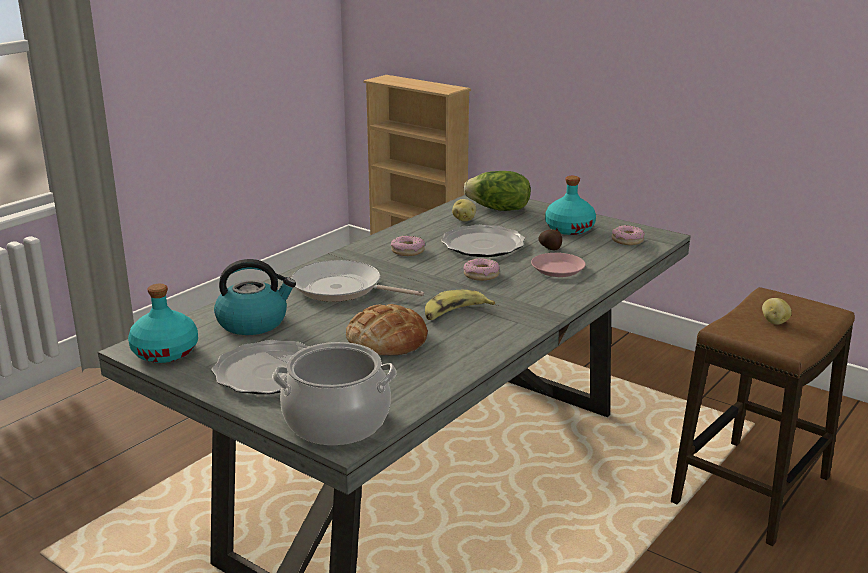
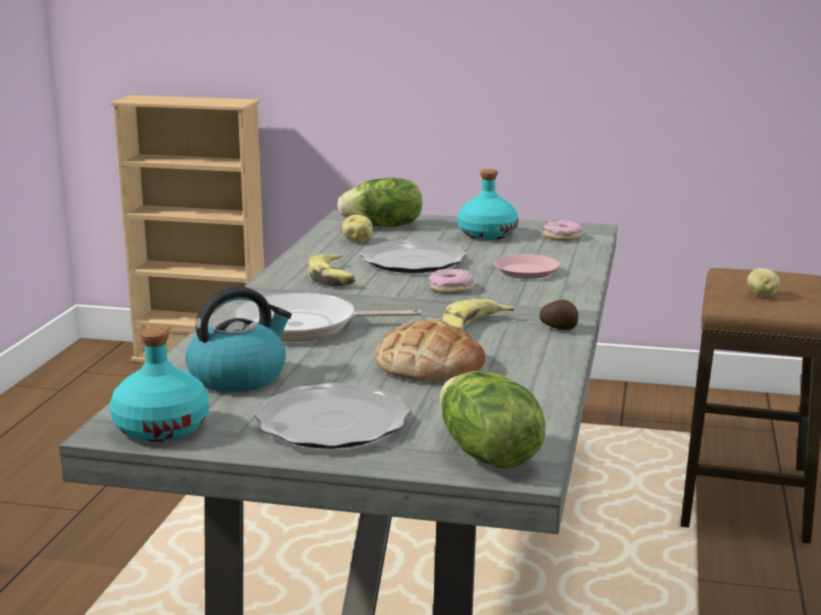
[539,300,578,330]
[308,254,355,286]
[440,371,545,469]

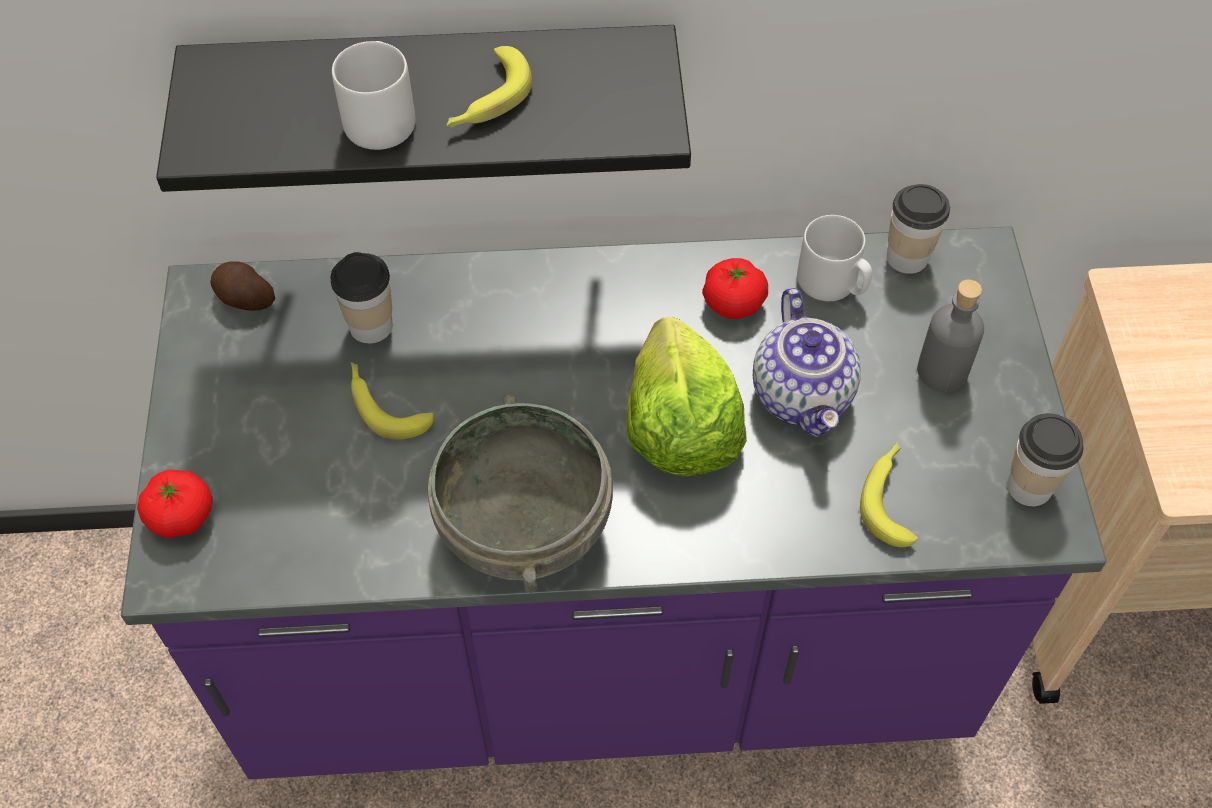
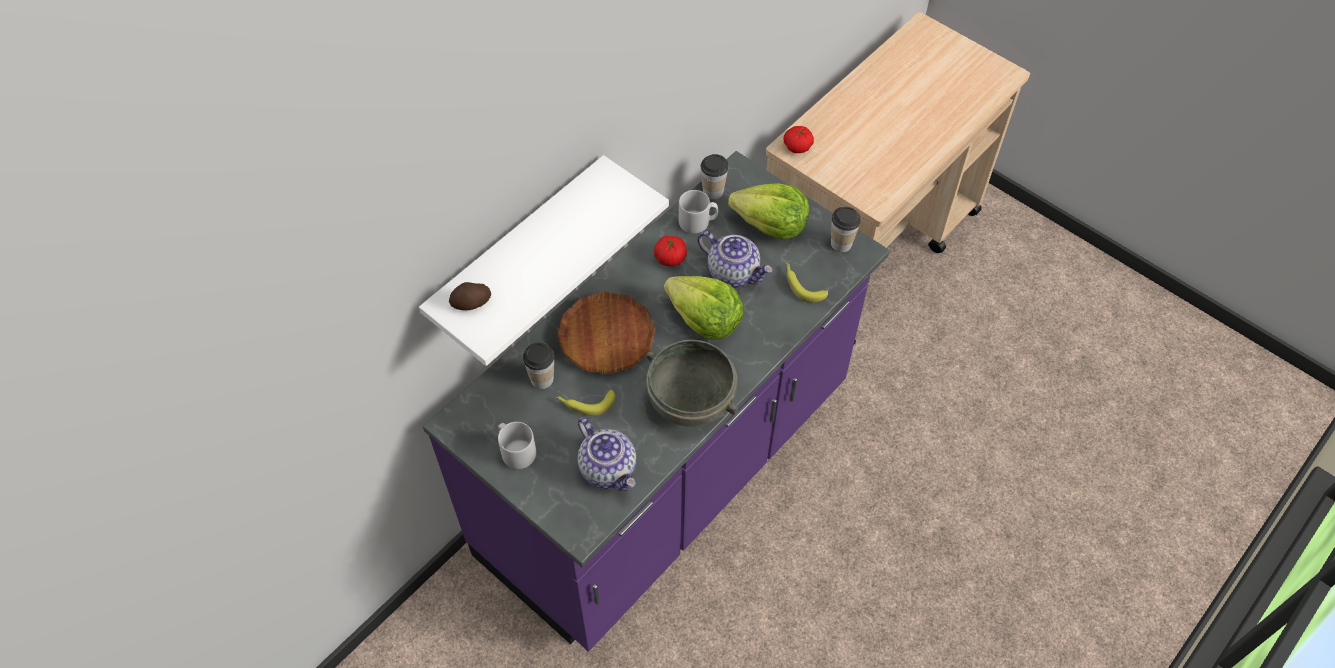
[419,155,669,366]
[498,422,536,469]
[446,46,532,127] (first image)
[449,282,491,310]
[728,183,809,240]
[784,126,814,153]
[557,292,656,374]
[578,417,636,491]

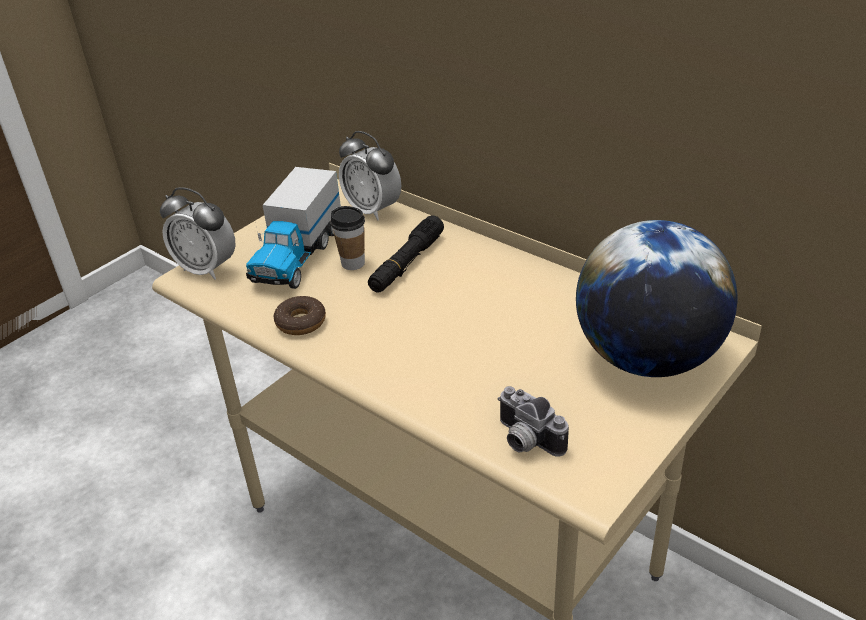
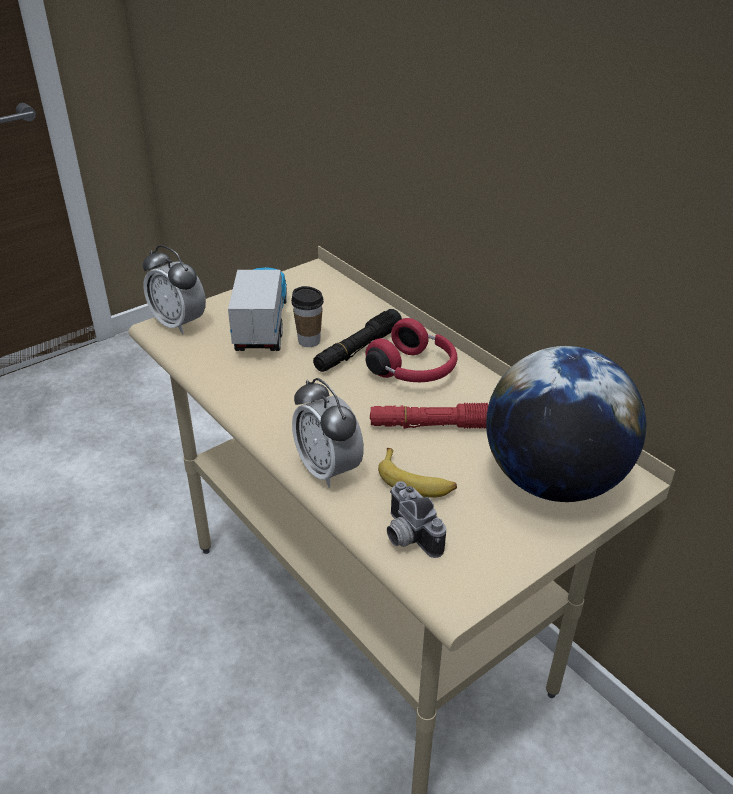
[292,378,364,488]
[228,267,287,351]
[273,296,326,335] (first image)
[365,318,458,382]
[370,403,489,429]
[378,448,457,498]

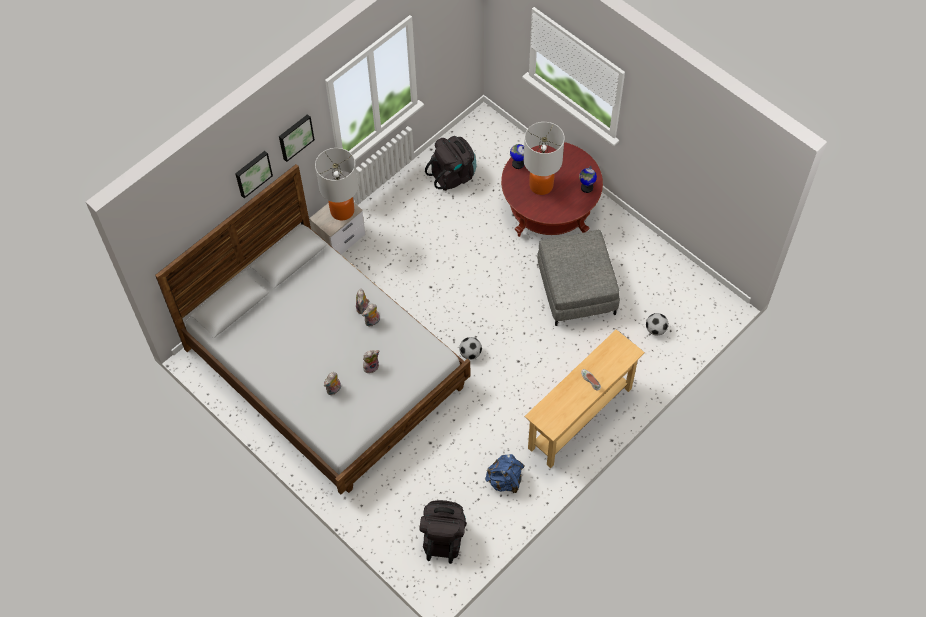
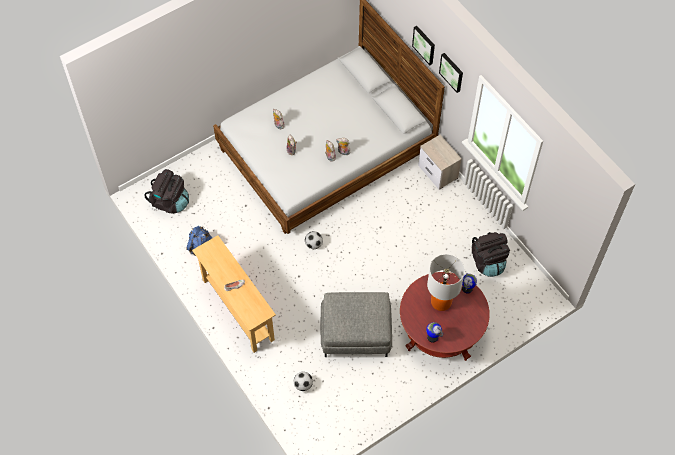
[315,148,358,221] (first image)

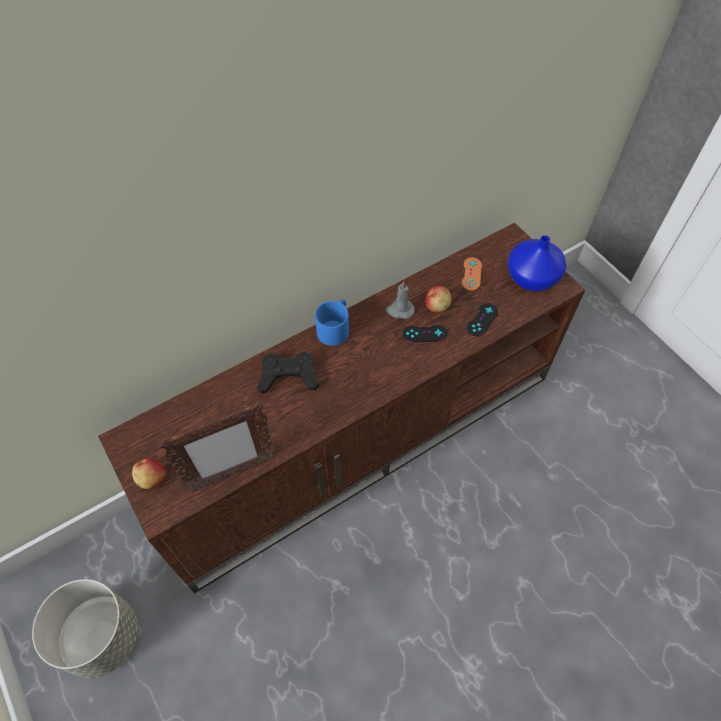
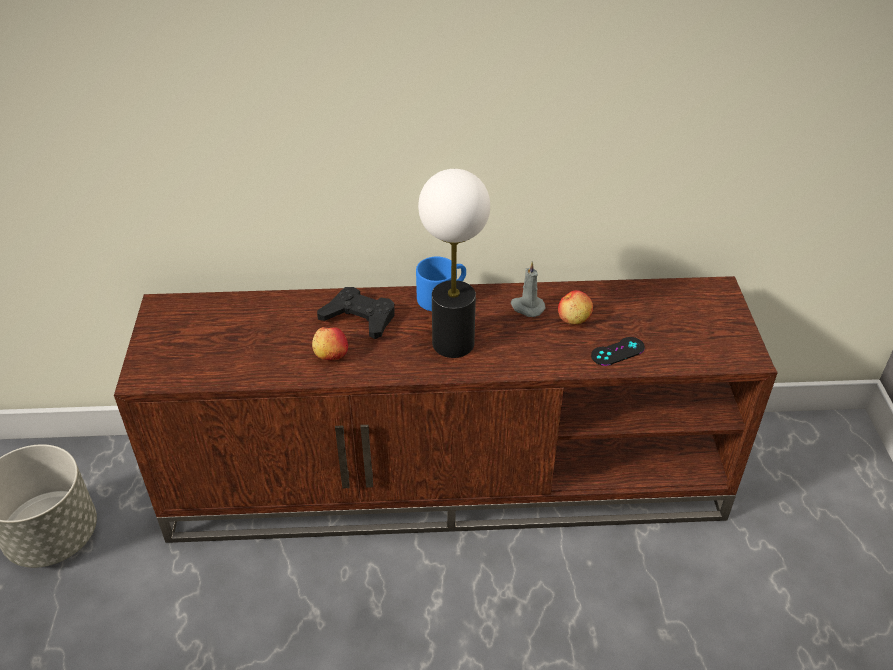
[508,235,566,292] (first image)
[462,258,482,291] (first image)
[403,325,447,342] (first image)
[159,403,276,492] (first image)
[312,327,348,360]
[418,169,490,358]

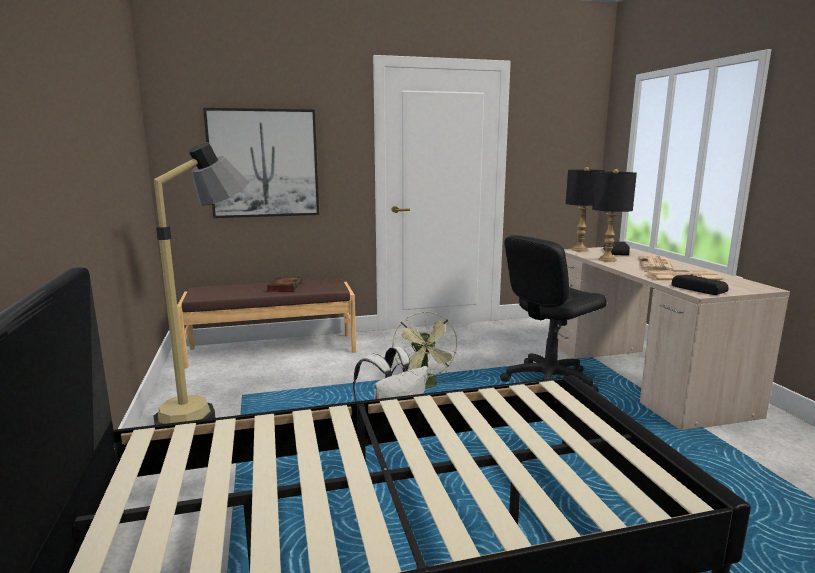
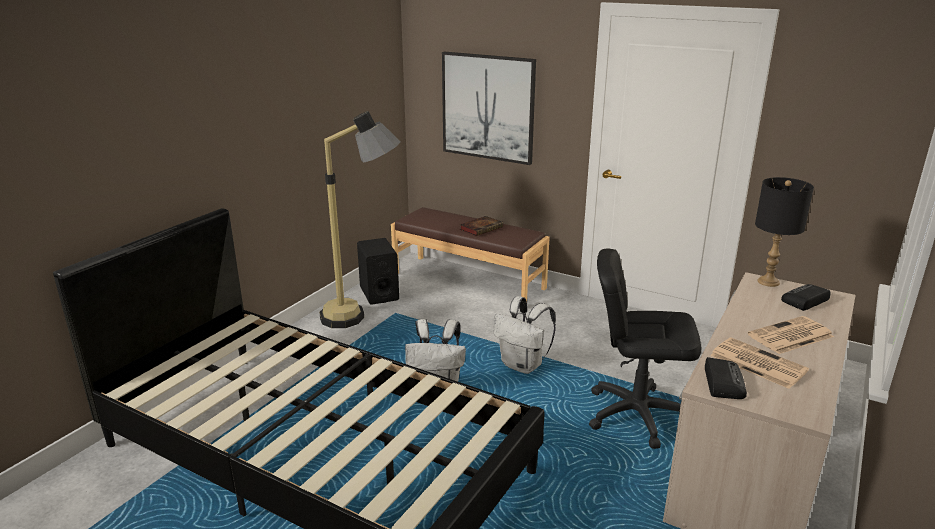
[592,169,637,262] (first image)
[493,296,556,374]
[357,238,399,305]

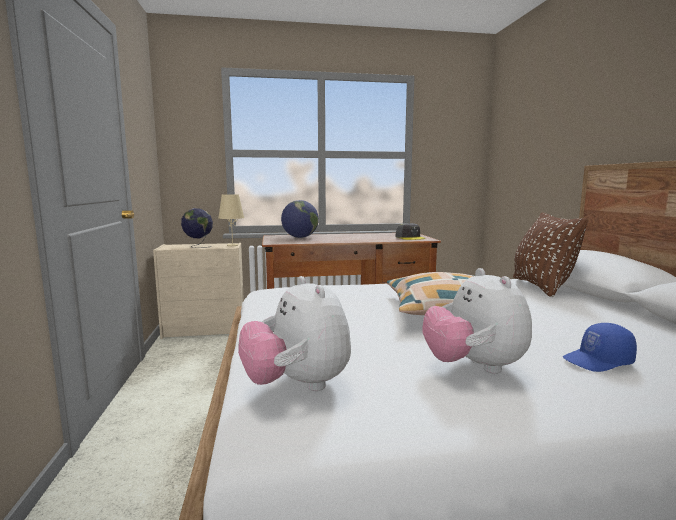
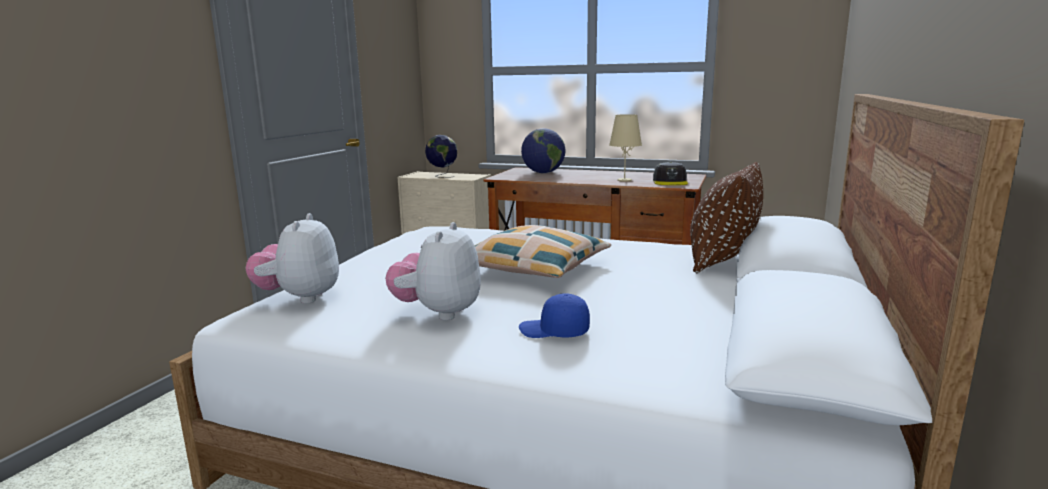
[609,114,642,182]

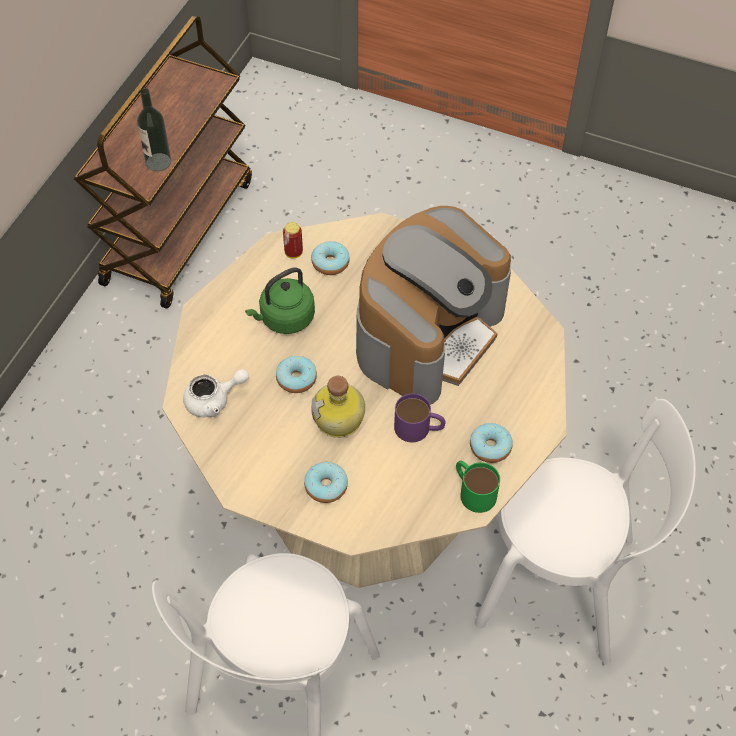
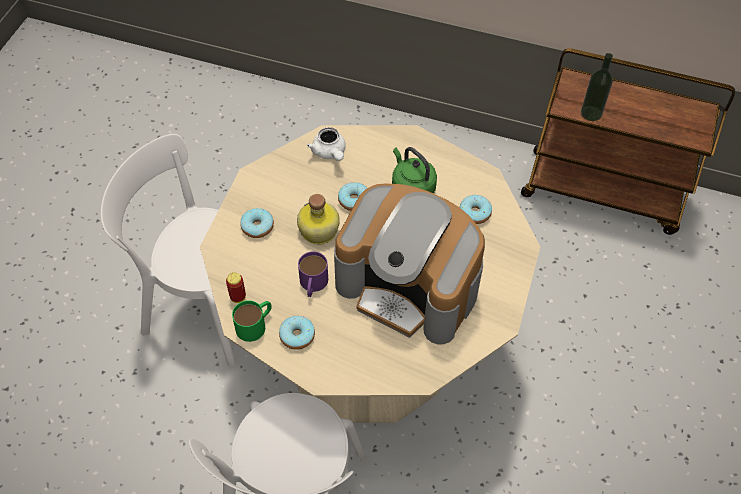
[226,272,246,303]

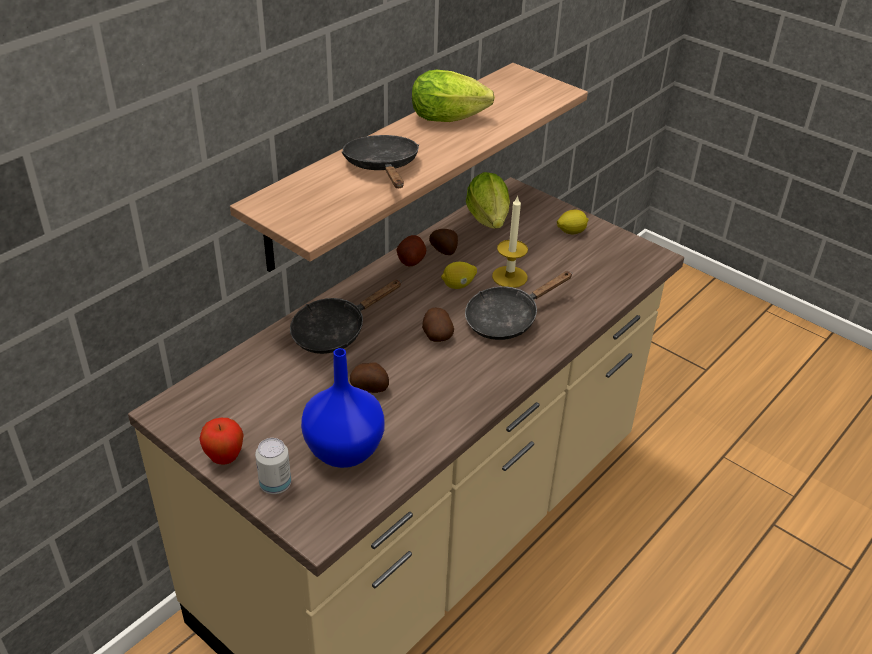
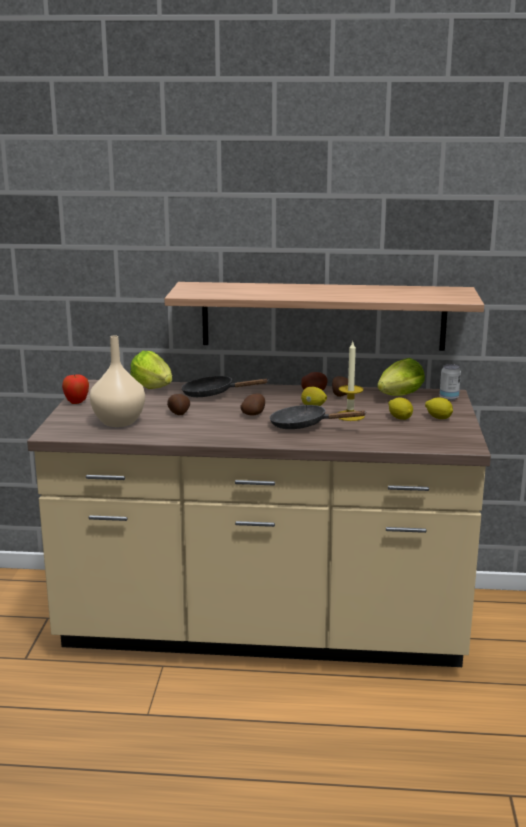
[130,351,172,389]
[342,135,419,188] (first image)
[90,336,145,427]
[440,364,461,400]
[388,397,413,420]

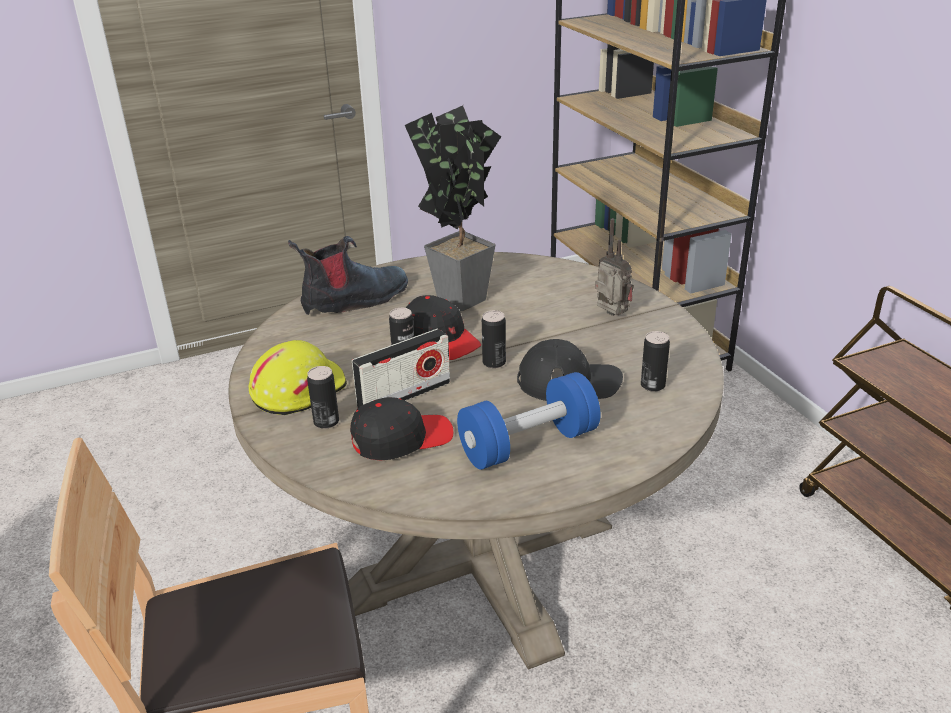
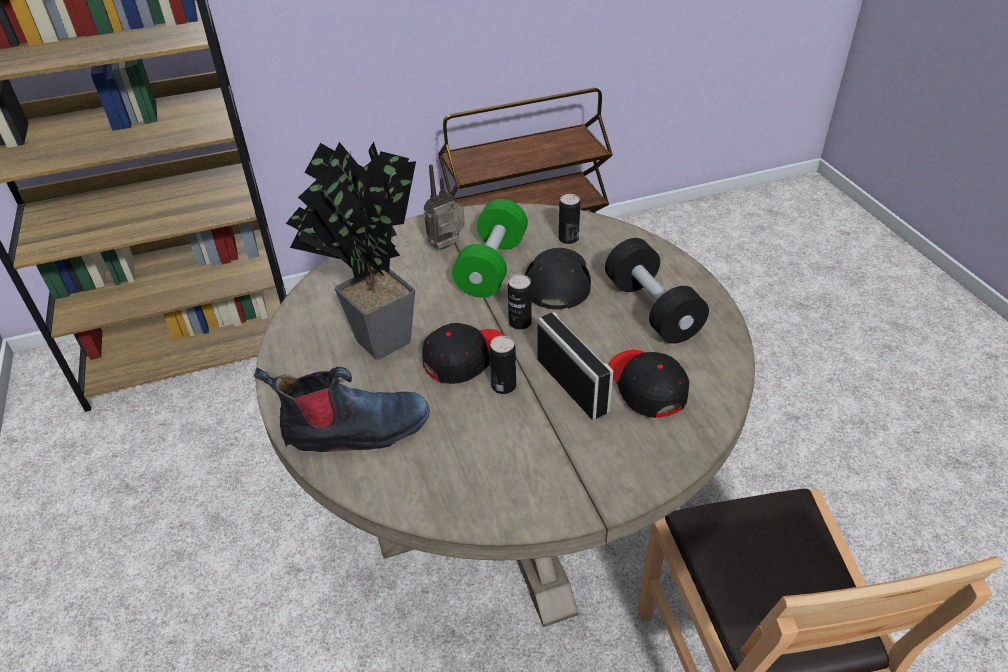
[254,367,430,452]
[249,340,347,415] (first image)
[307,366,339,429] (first image)
[605,238,709,344]
[452,199,528,298]

